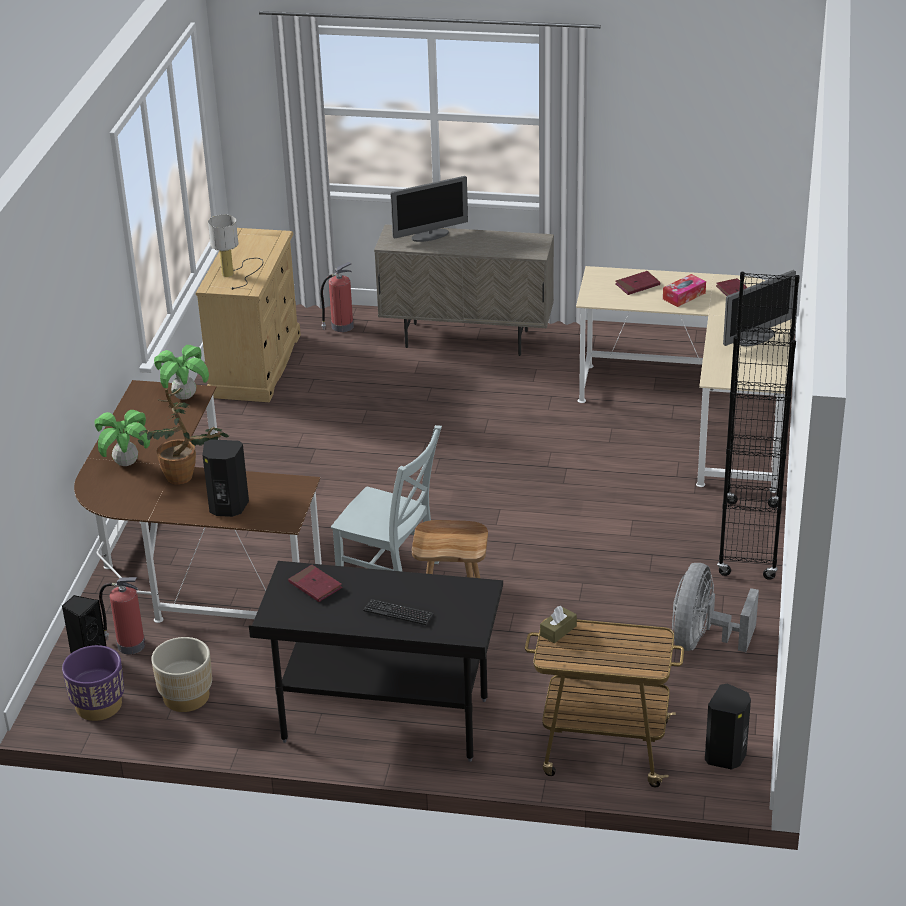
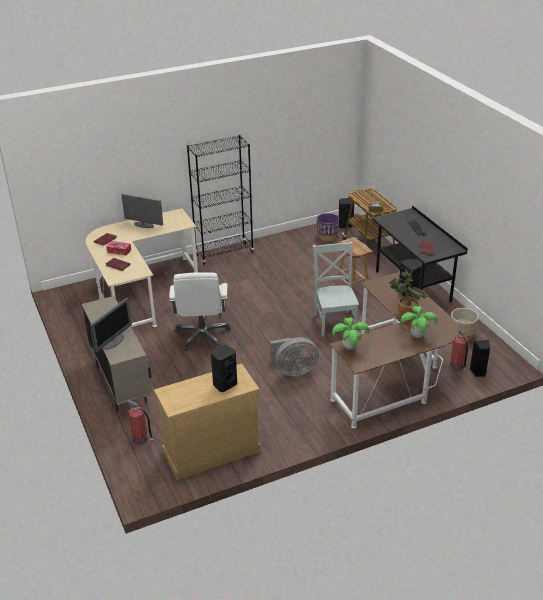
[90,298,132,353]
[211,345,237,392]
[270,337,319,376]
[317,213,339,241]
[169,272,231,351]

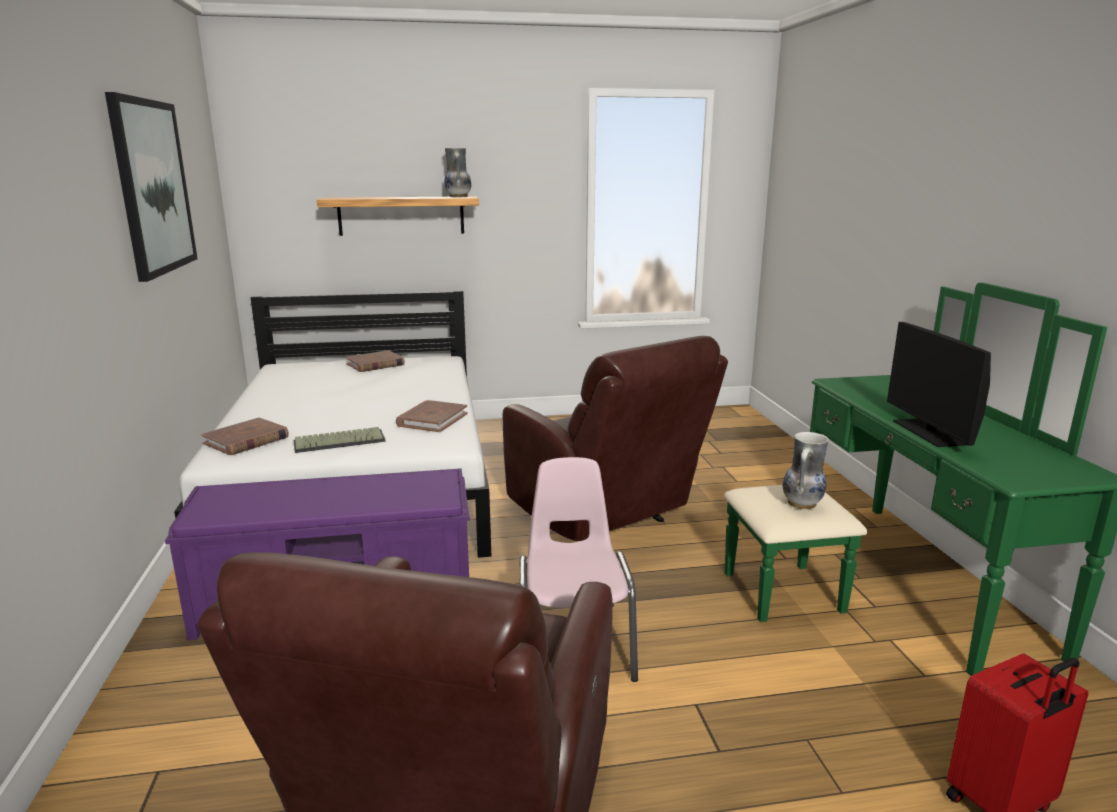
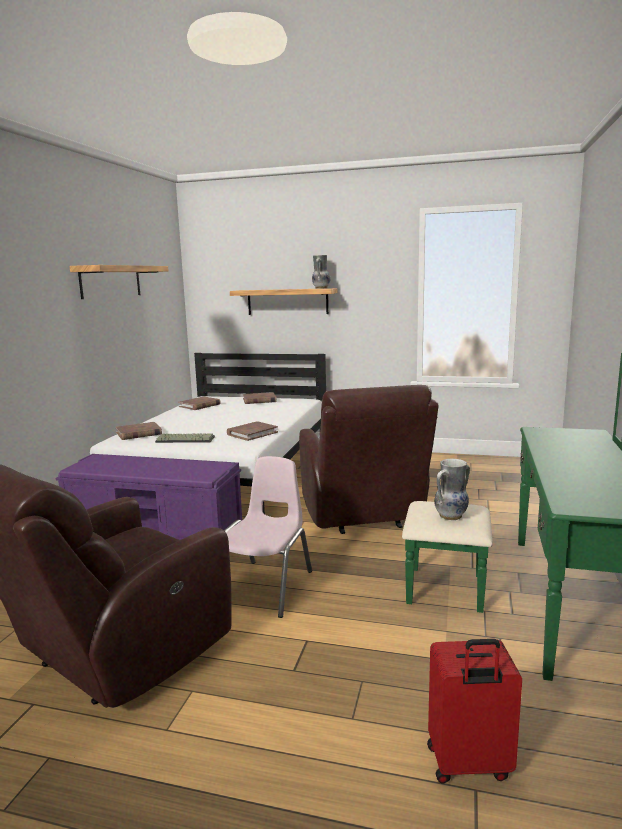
[70,265,169,299]
[887,322,991,447] (first image)
[178,396,221,410]

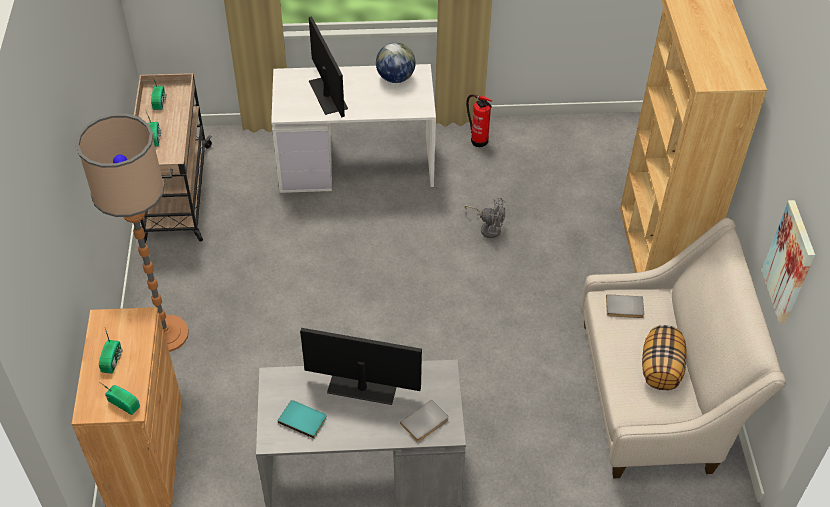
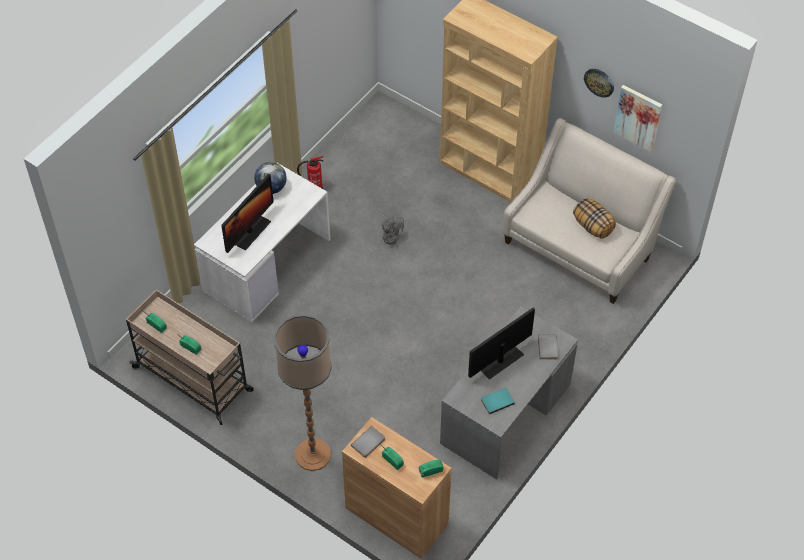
[221,174,274,253]
[381,213,404,244]
[351,426,385,458]
[584,69,614,97]

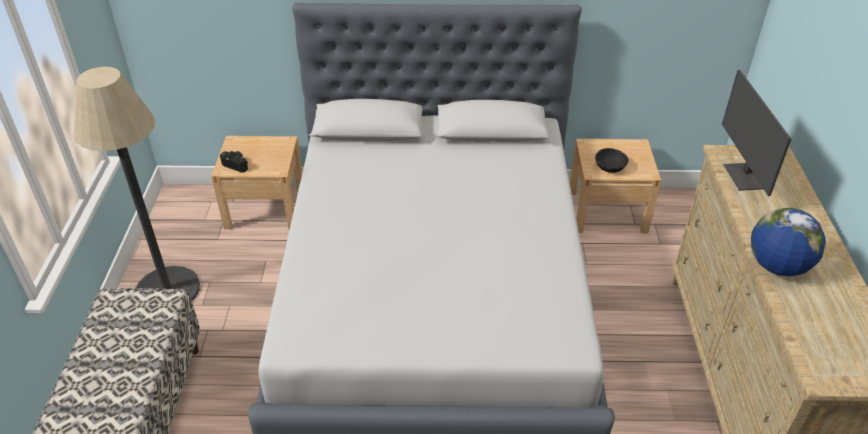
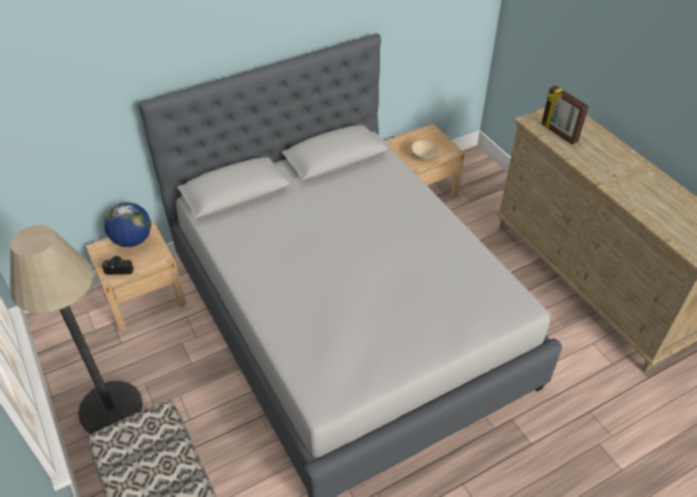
[541,86,589,145]
[411,140,438,161]
[104,202,151,247]

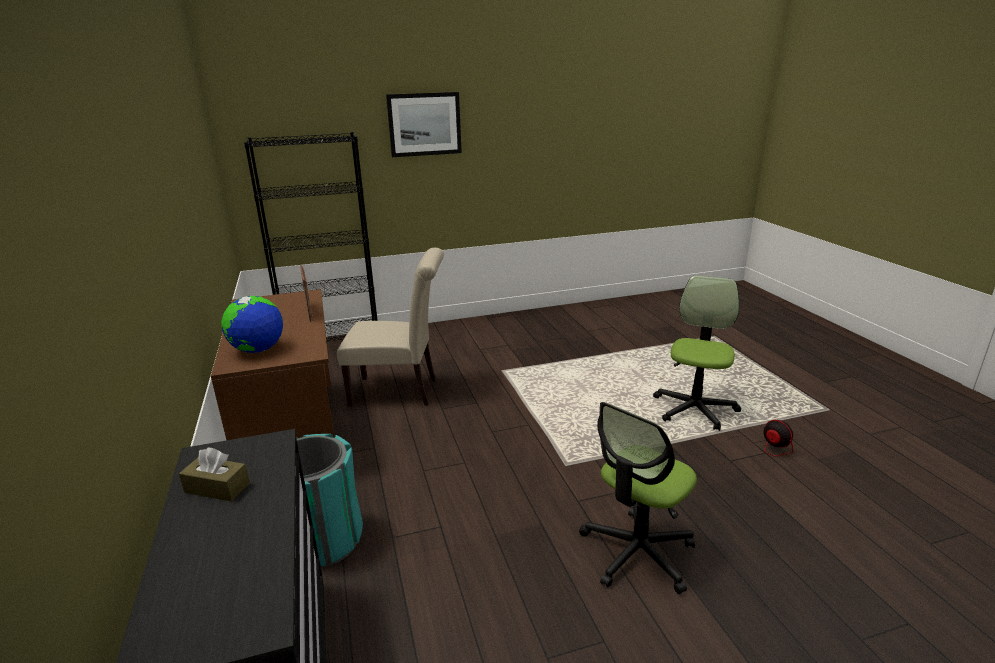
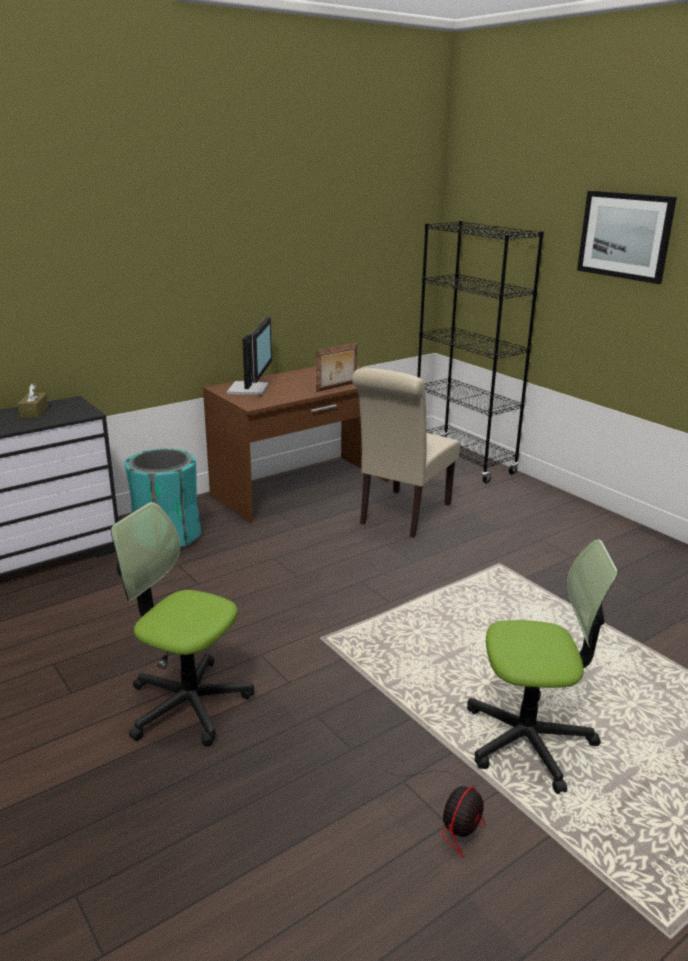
[352,368,460,538]
[227,317,272,395]

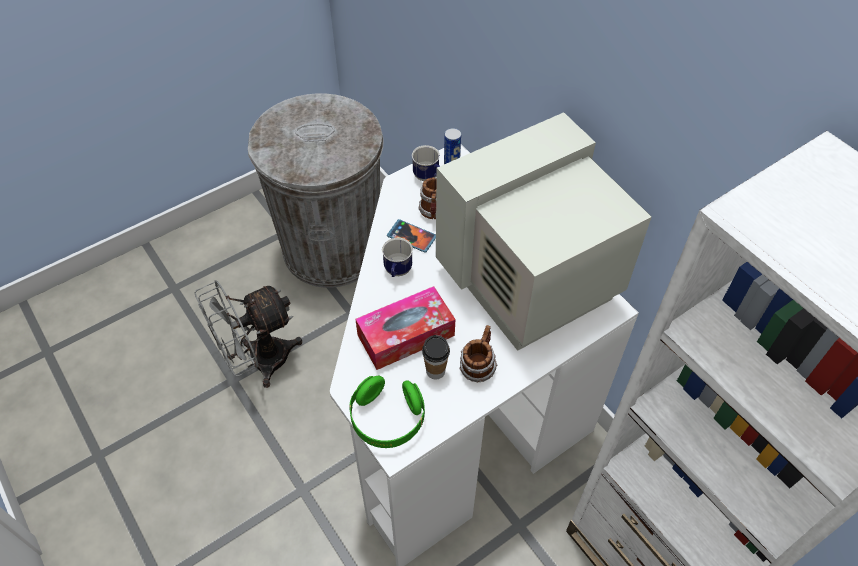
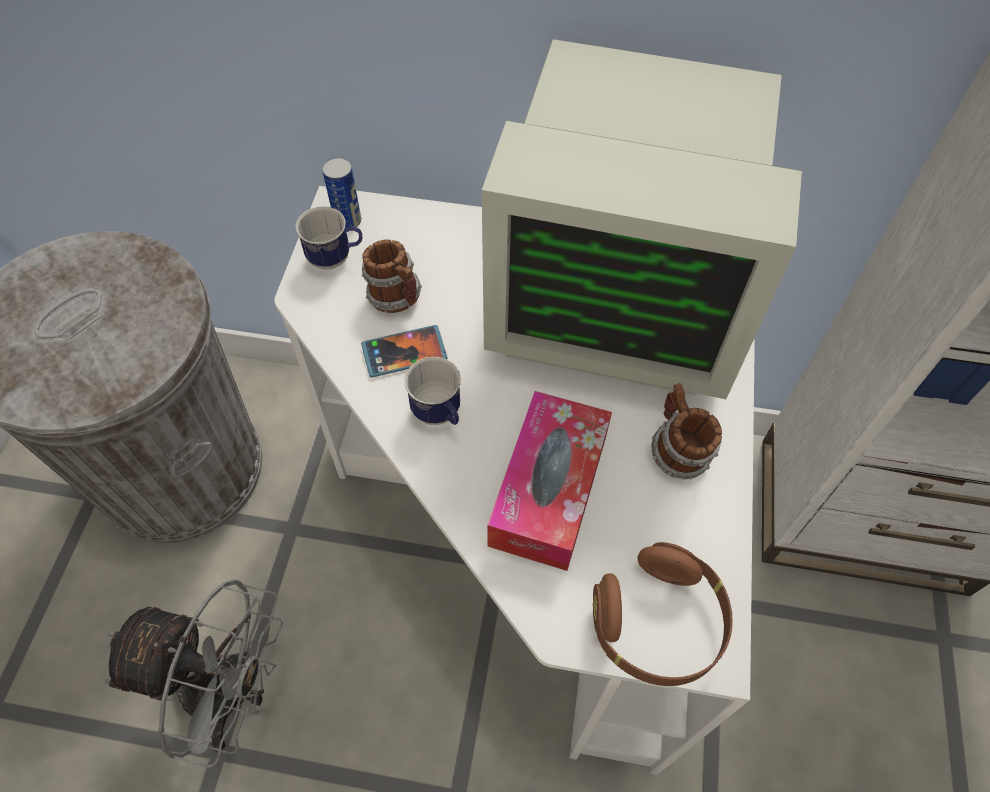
[482,39,802,399]
[104,580,284,768]
[422,335,450,380] (first image)
[593,542,733,686]

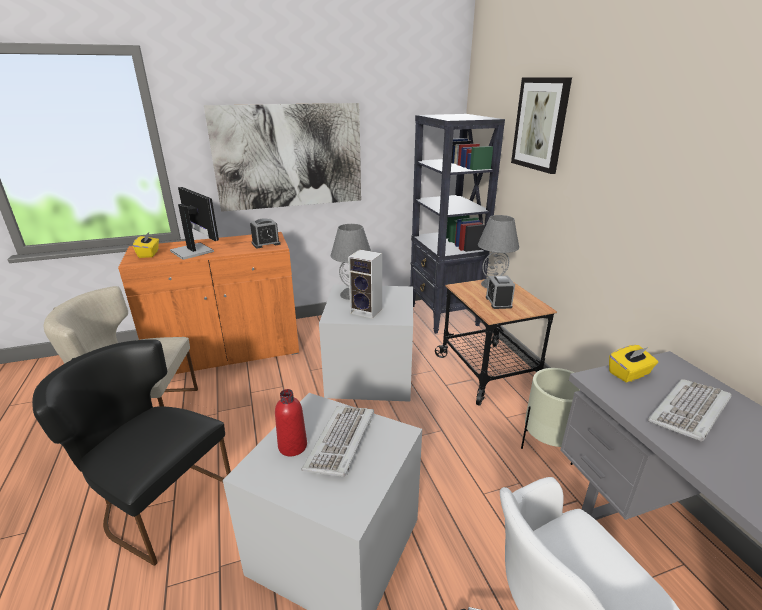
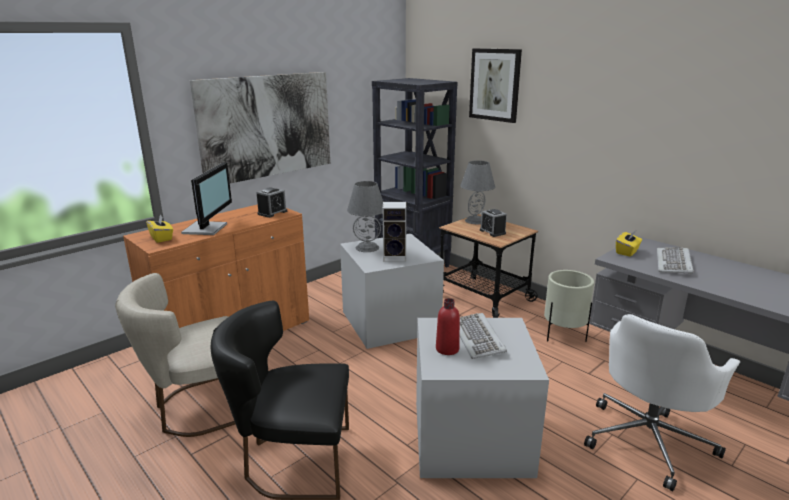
[181,163,232,235]

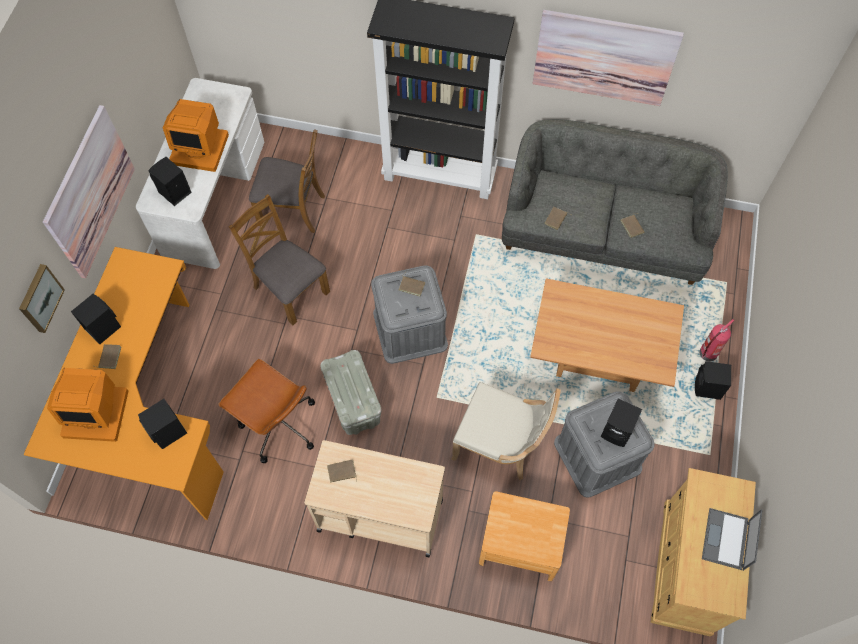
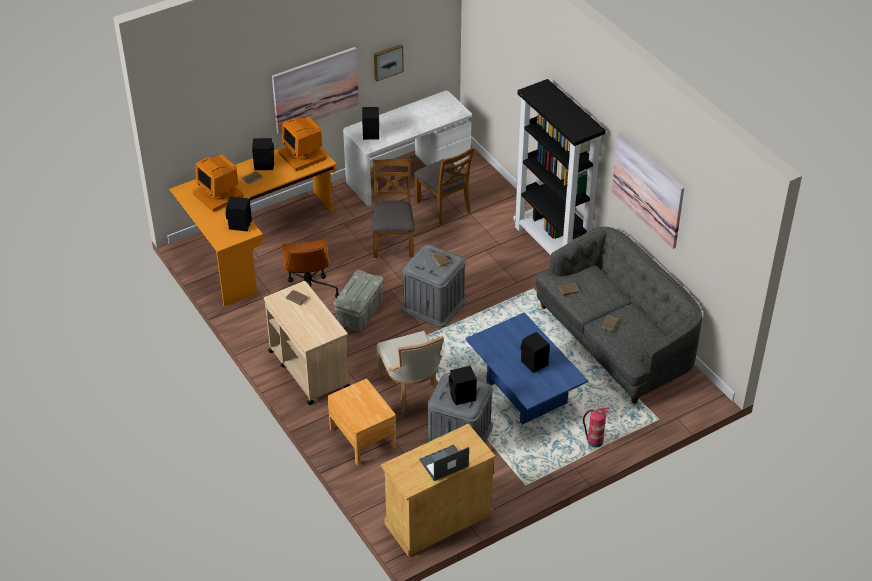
[278,116,327,172]
[374,44,404,81]
[466,312,588,425]
[521,332,550,373]

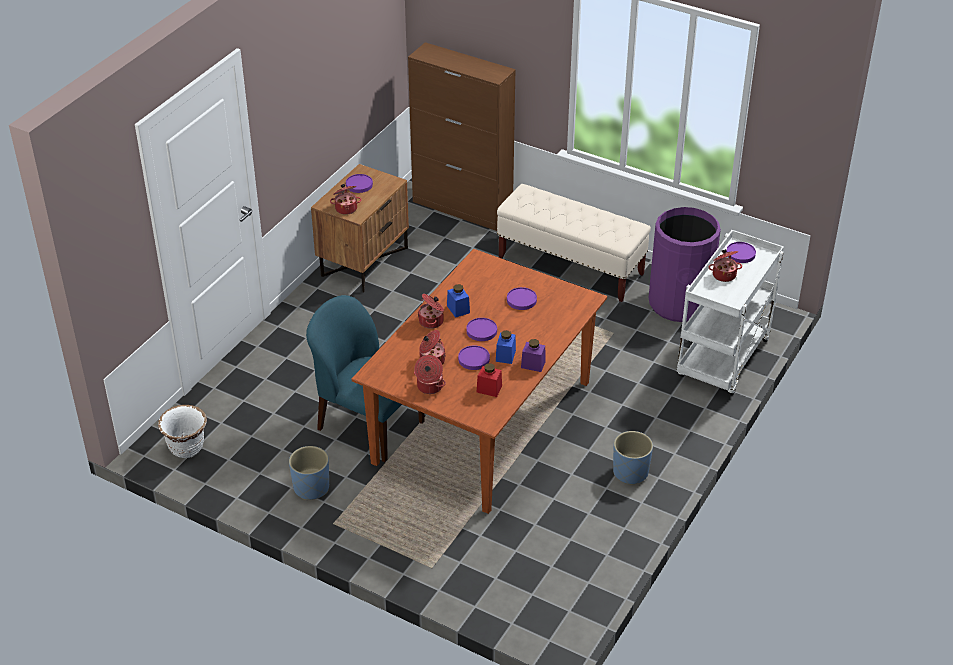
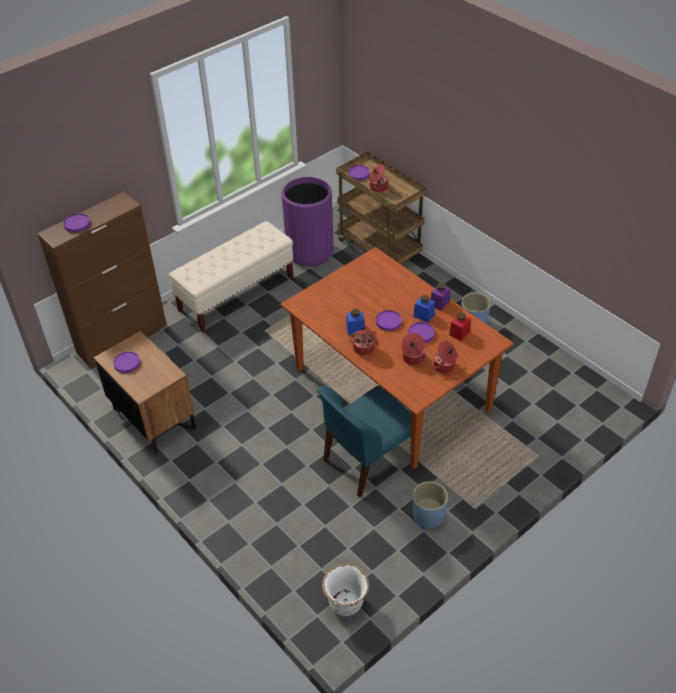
[330,184,362,215] (first image)
[336,152,426,264]
[63,213,90,233]

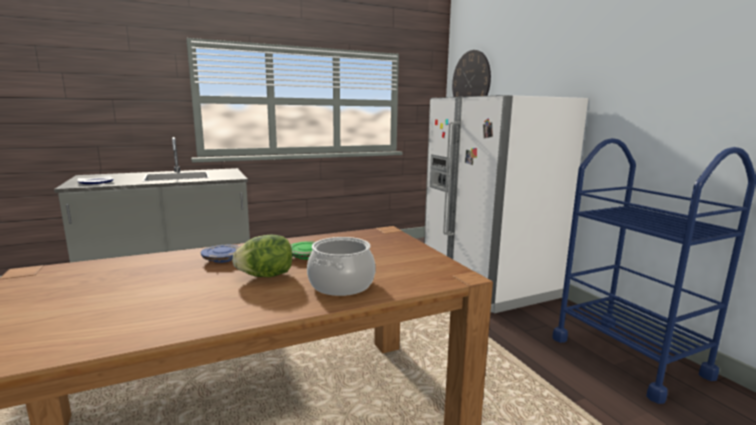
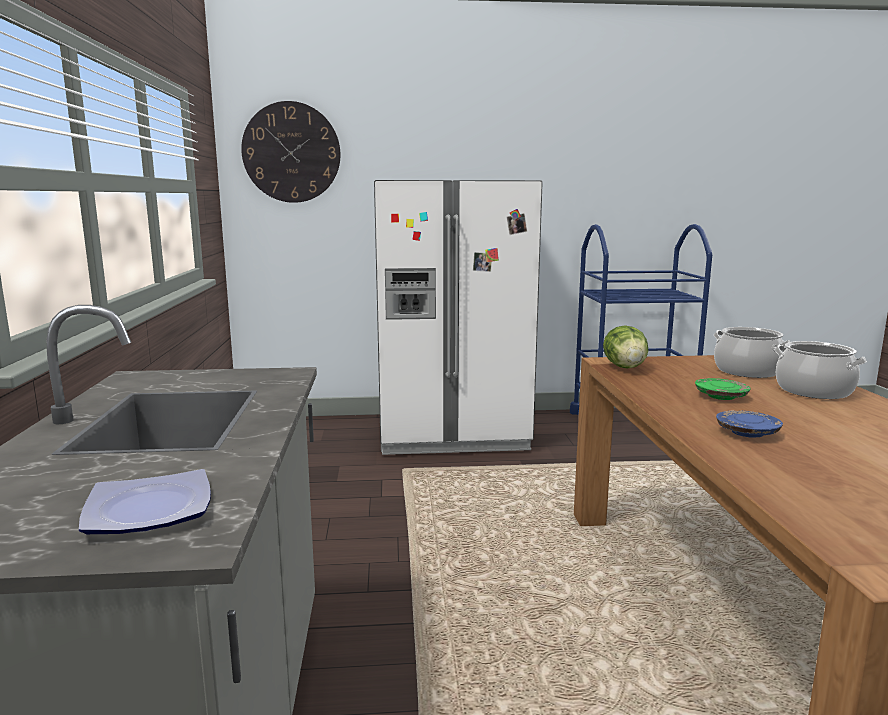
[603,326,648,369]
[714,327,790,378]

